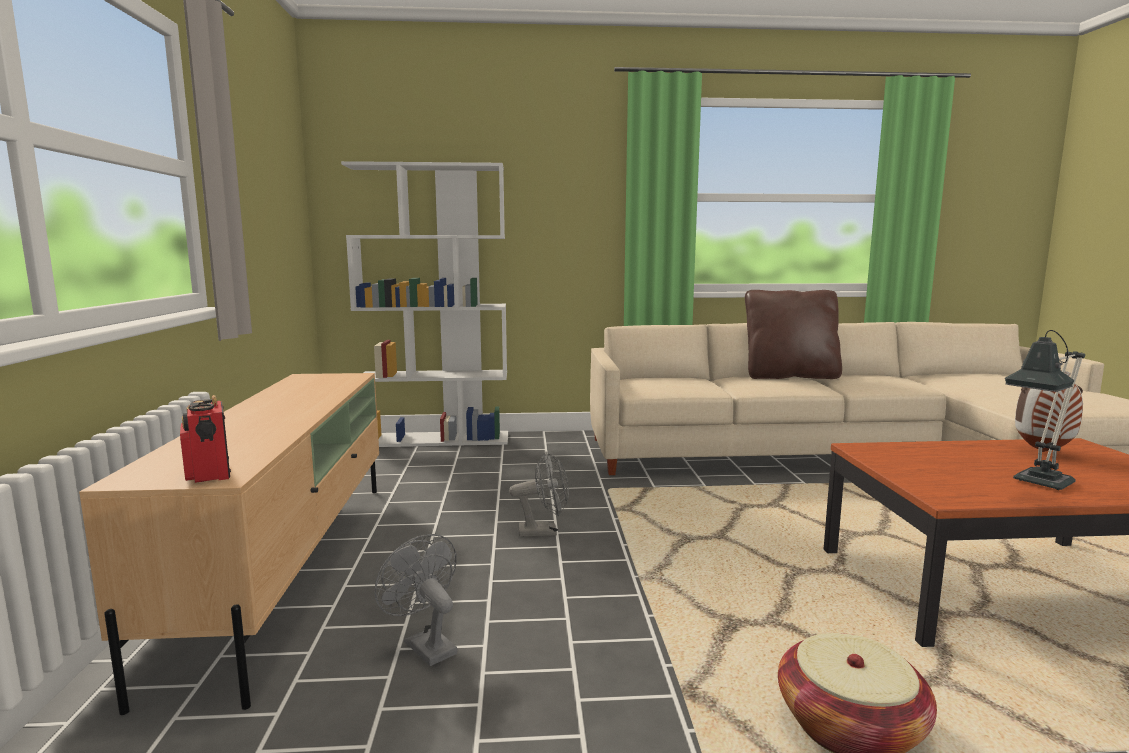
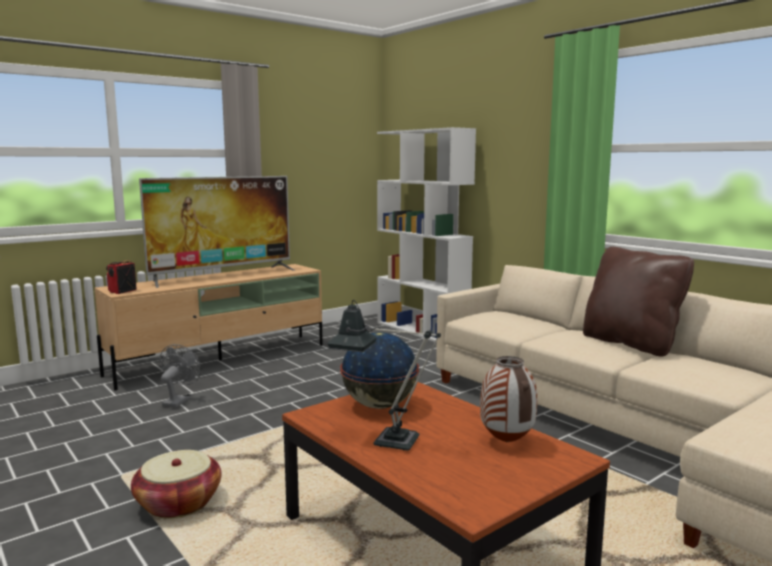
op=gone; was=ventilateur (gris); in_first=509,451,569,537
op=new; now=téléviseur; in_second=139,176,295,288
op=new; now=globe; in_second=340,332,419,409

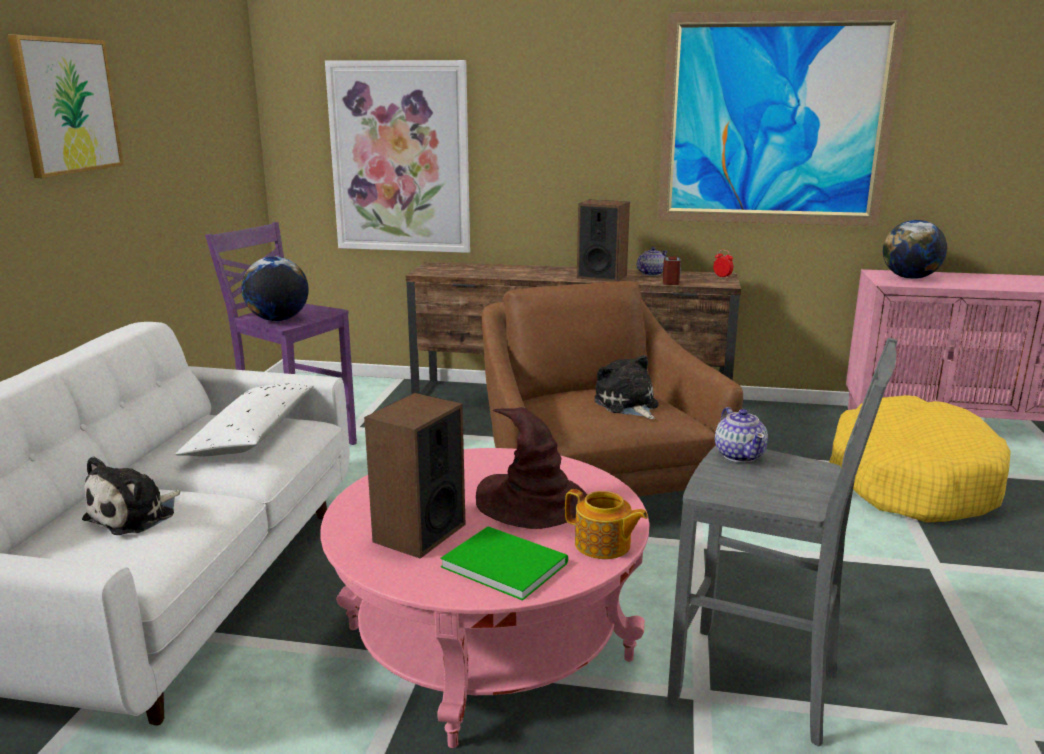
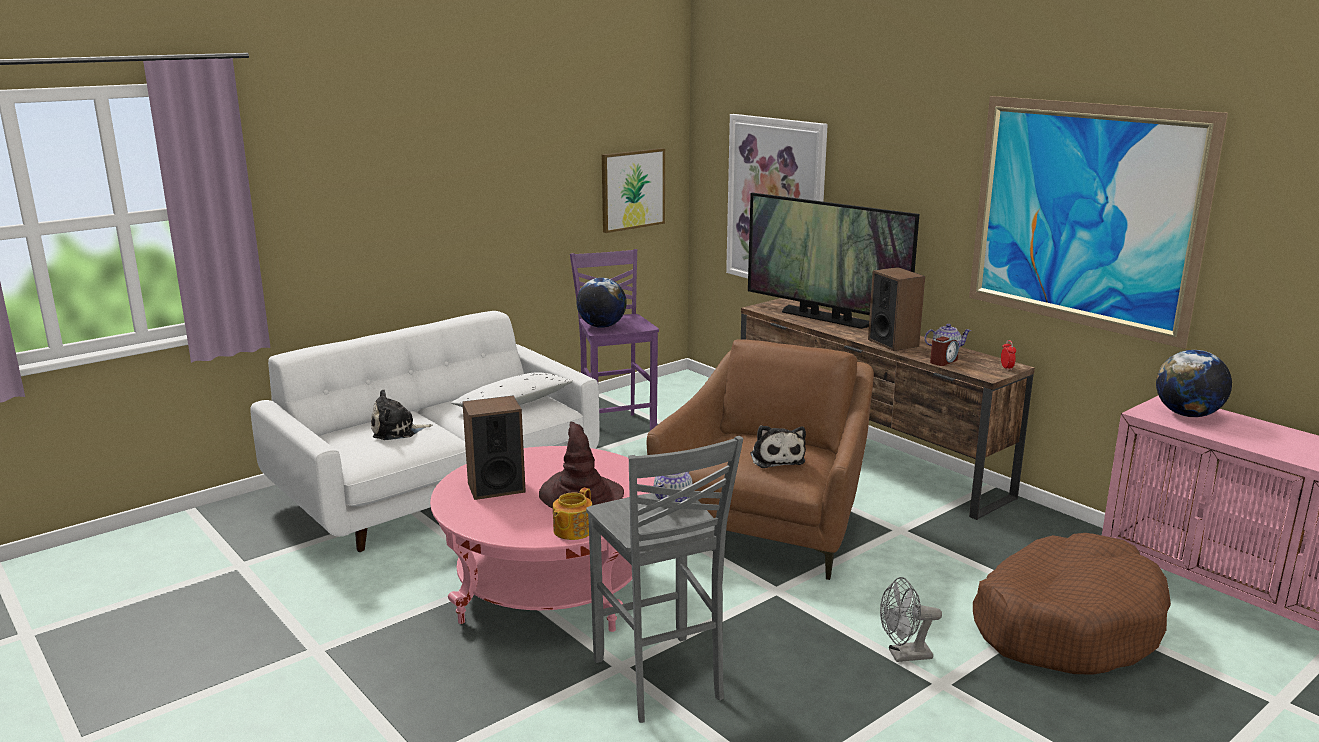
op=shifted; was=tableau; in_first=8,34,124,178; in_second=602,148,665,233
op=rotated; was=peluche; in_first=595,355,659,419; in_second=750,425,806,468; clockwise=150
op=repainted; was=panier pour chien (jaune); now=panier pour chien (marron); in_first=829,395,1011,523; in_second=973,533,1171,675
op=rotated; was=théière; in_first=565,489,648,559; in_second=553,488,592,540; clockwise=45
op=gone; was=livre (vert); in_first=440,526,568,601
op=new; now=téléviseur; in_second=748,193,919,329
op=new; now=ventilateur (gris); in_second=880,577,942,662

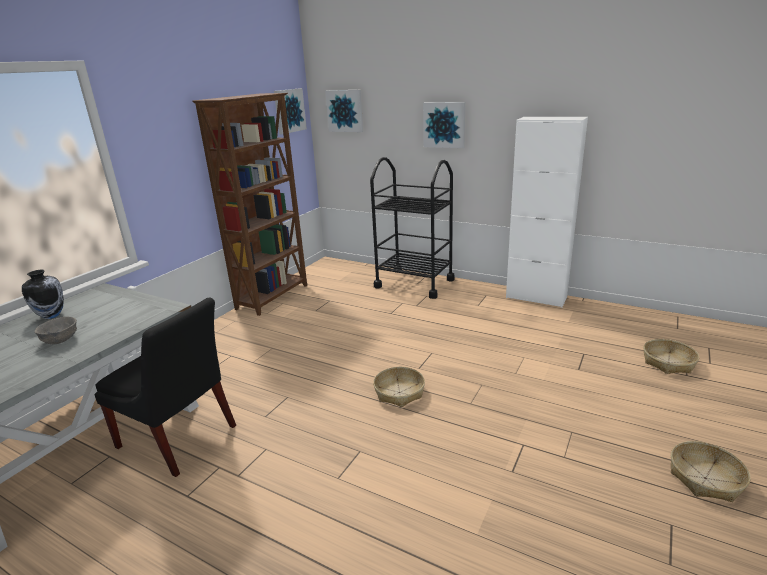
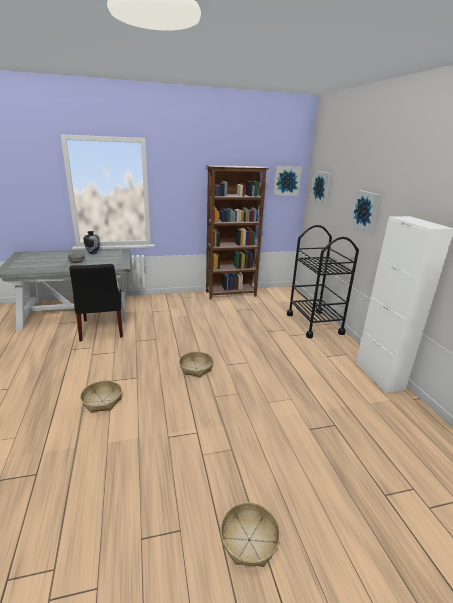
op=shifted; was=panier; in_first=643,339,699,374; in_second=80,380,122,413

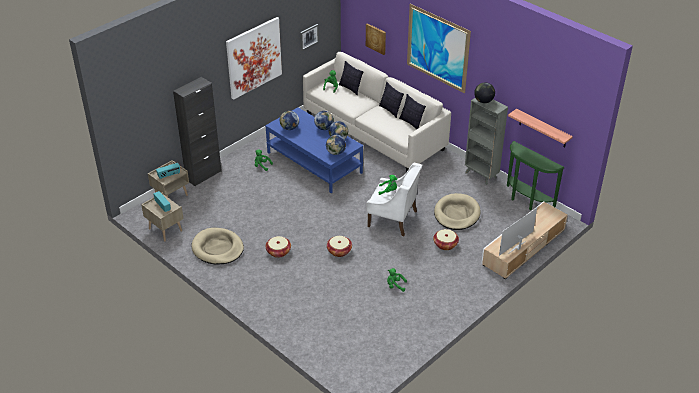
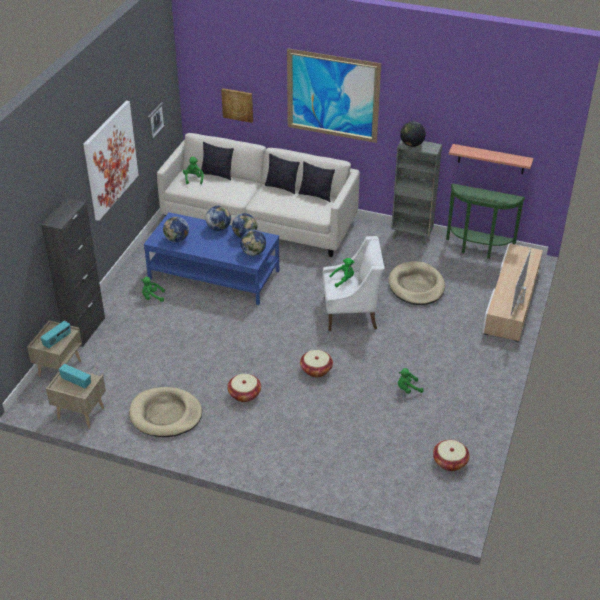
op=shifted; was=panier; in_first=433,229,459,250; in_second=433,440,470,471

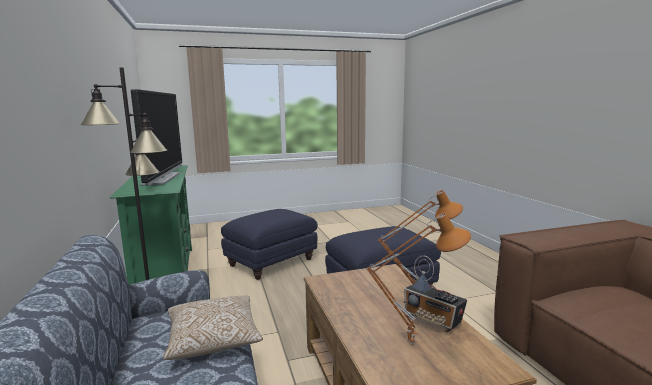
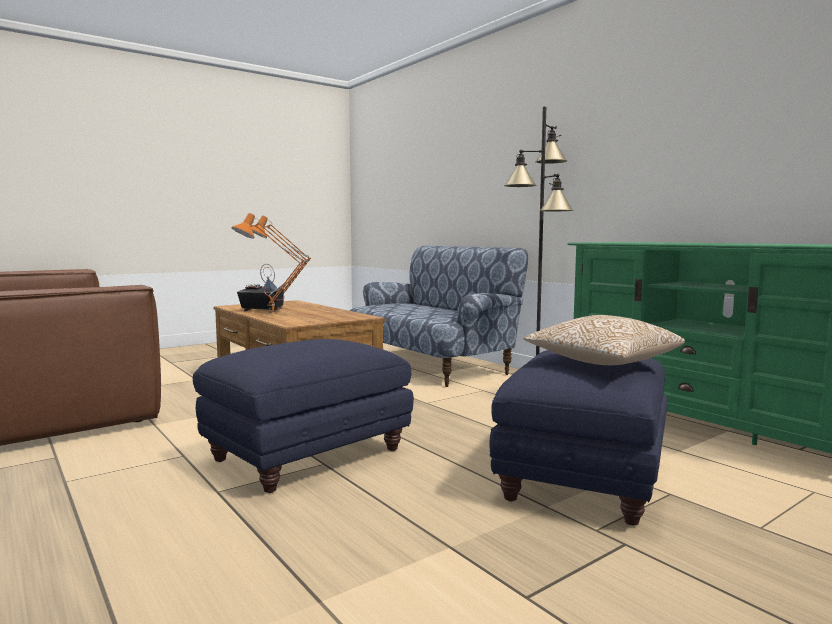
op=gone; was=téléviseur; in_first=131,89,182,186
op=shifted; was=coussin; in_first=163,296,263,360; in_second=524,315,685,365

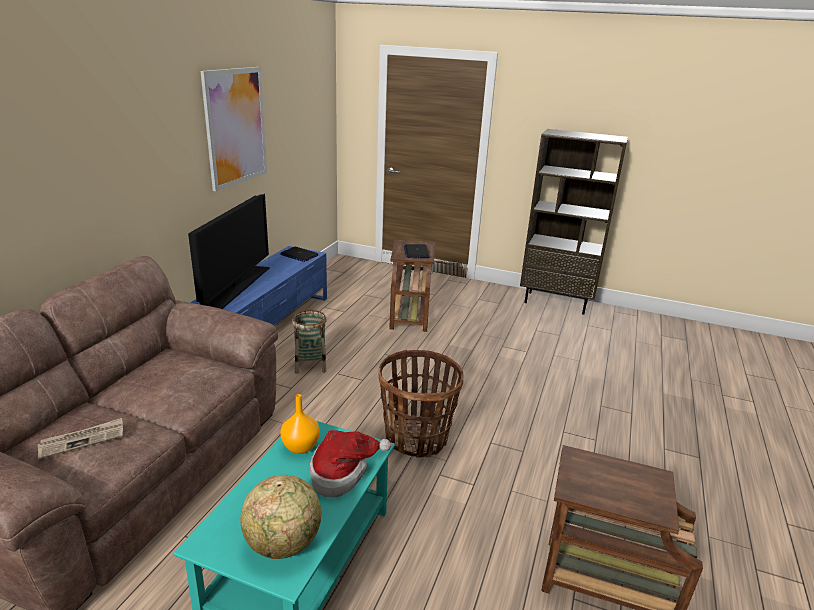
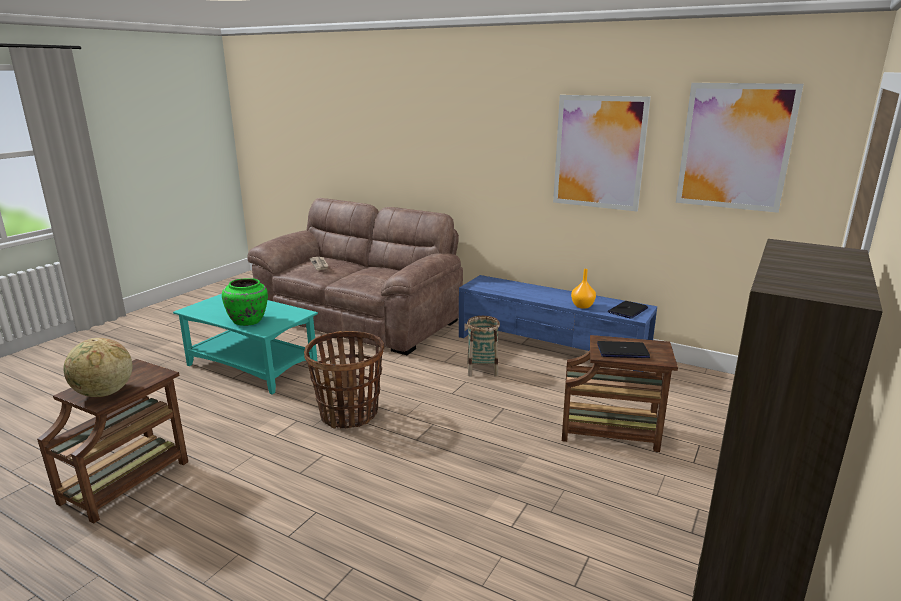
op=gone; was=téléviseur; in_first=188,194,270,309
op=shifted; was=vase (orange); in_first=280,394,320,454; in_second=571,269,596,309
op=swapped; was=chapeau; now=vase (vert); in_first=310,430,391,497; in_second=222,278,268,326
op=shifted; was=globe; in_first=240,475,321,559; in_second=64,338,132,397
op=new; now=tableau; in_second=676,83,804,213

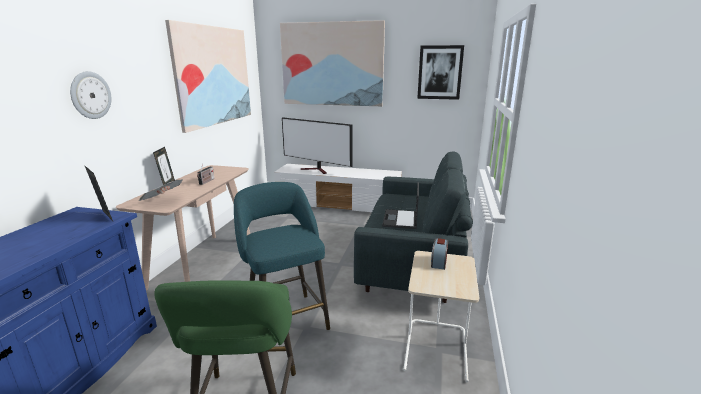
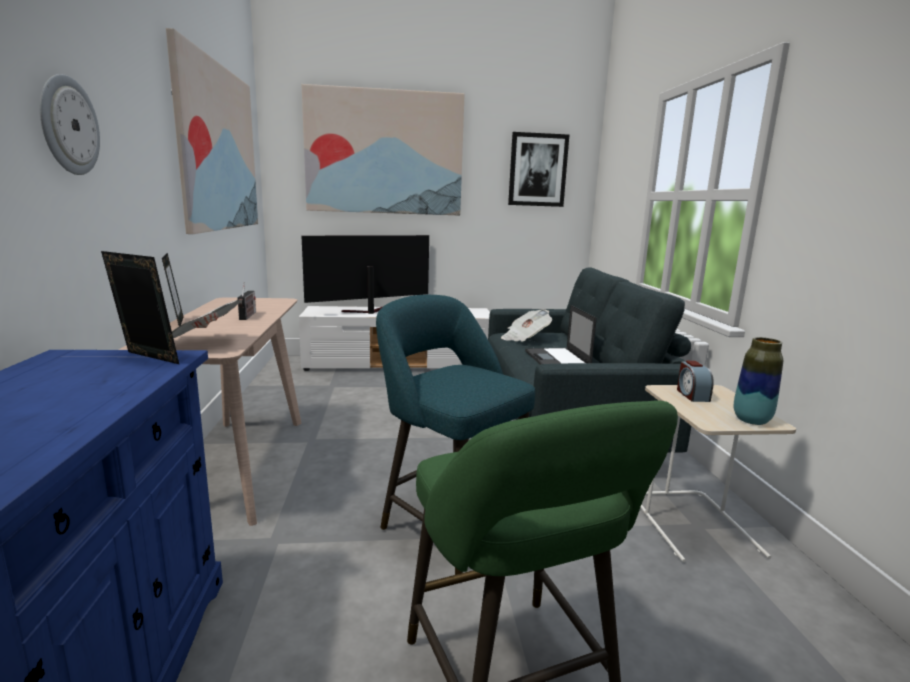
op=rotated; was=téléviseur; in_first=282,117,353,174; in_second=302,235,429,314; clockwise=135
op=new; now=journal; in_second=501,309,552,342
op=new; now=vase; in_second=734,337,783,425

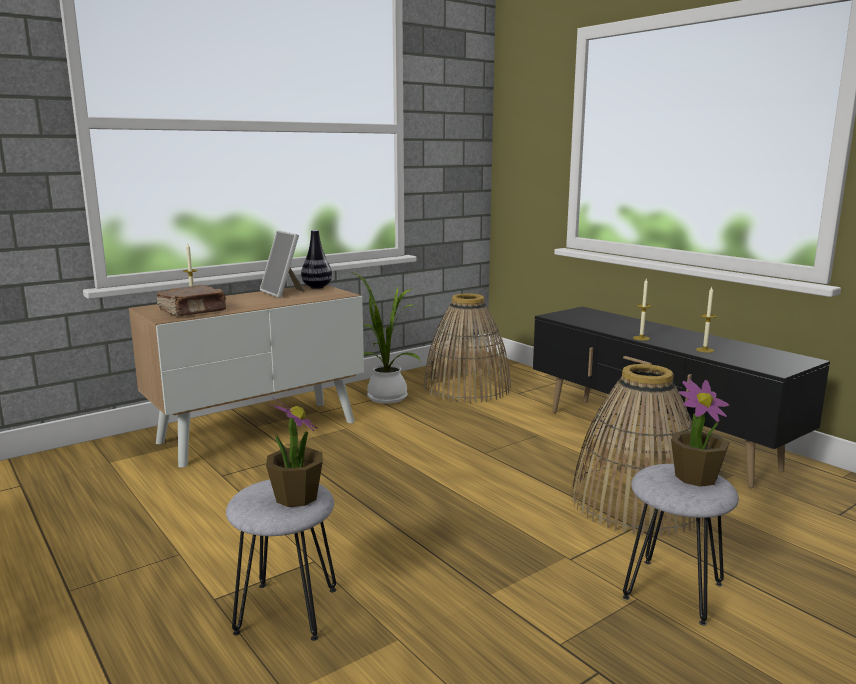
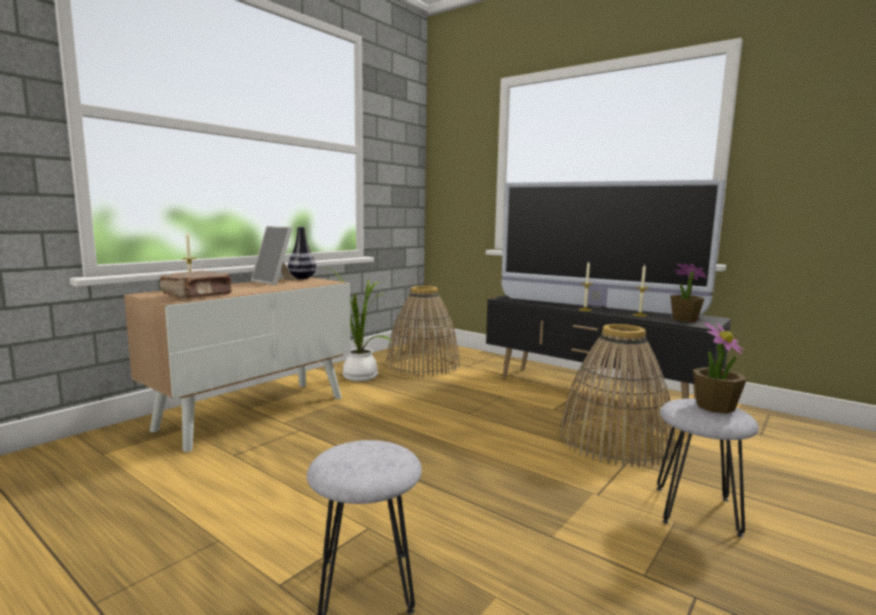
op=shifted; was=plante en pot; in_first=266,398,323,507; in_second=670,263,708,322
op=new; now=téléviseur; in_second=502,180,726,315

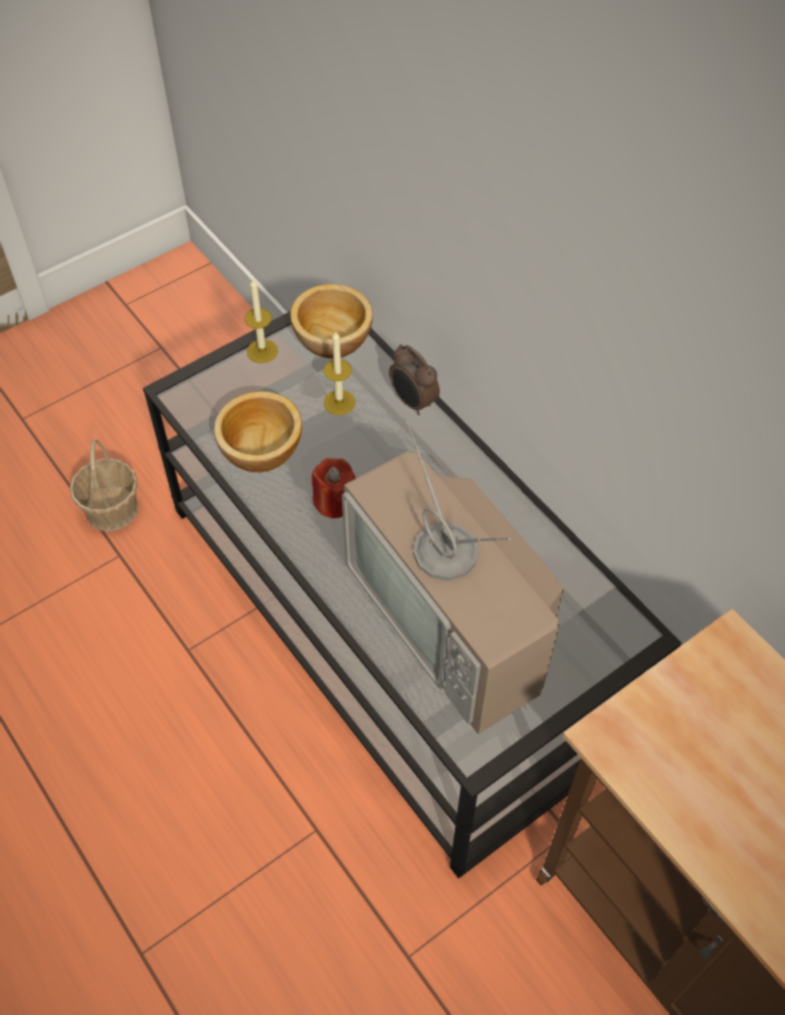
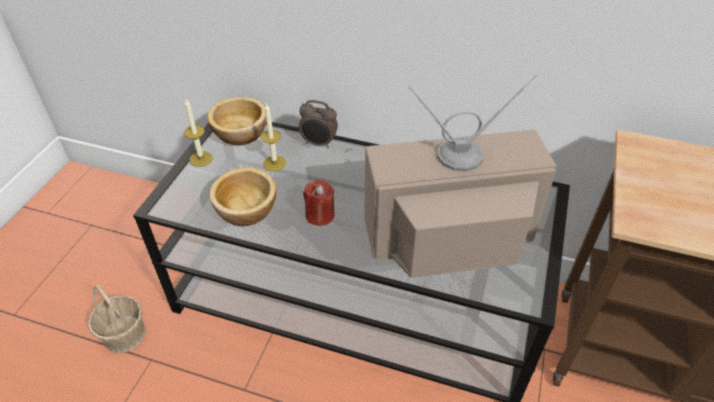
op=rotated; was=téléviseur; in_first=342,417,564,734; in_second=364,75,557,278; clockwise=150

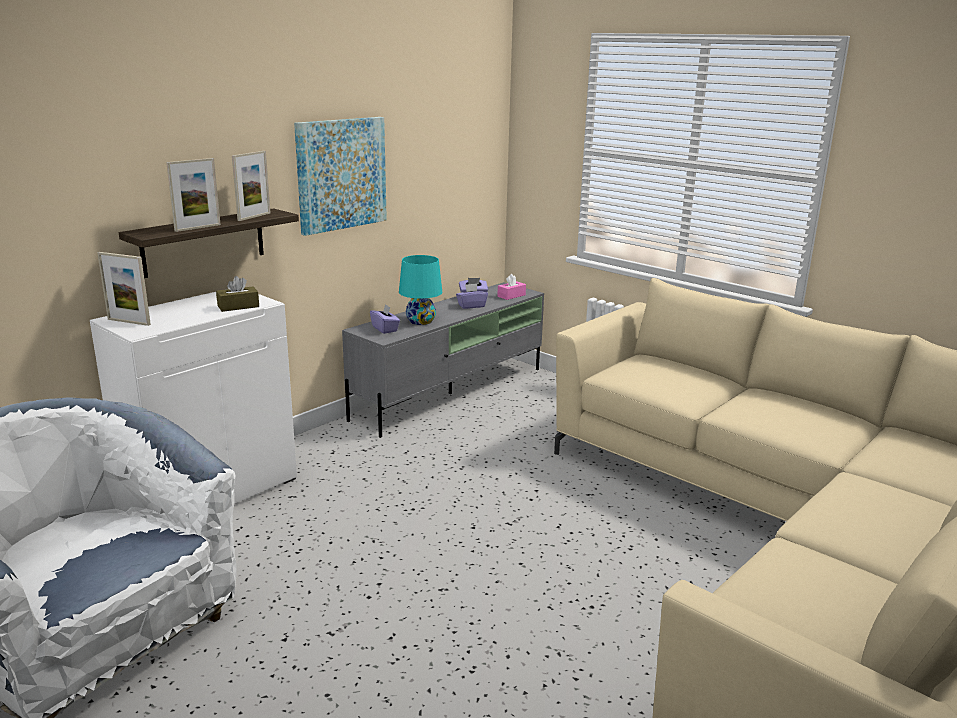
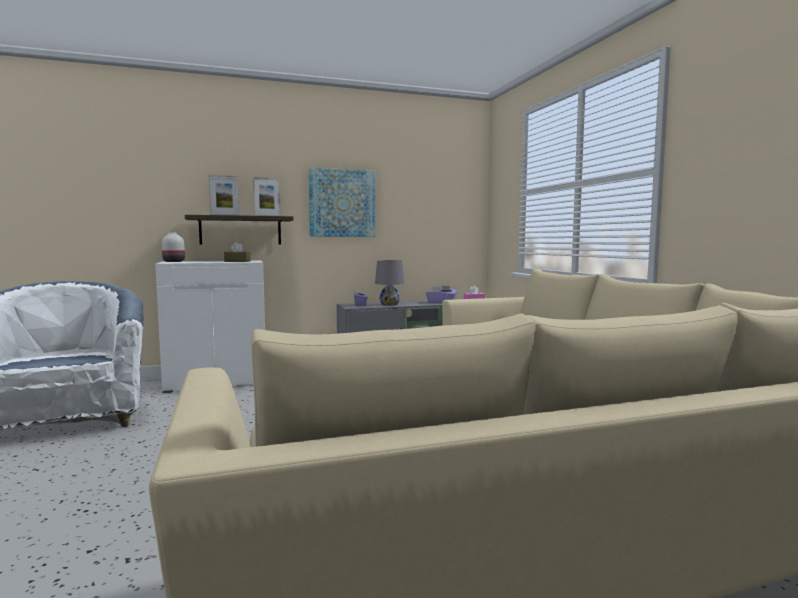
op=swapped; was=cadre photo; now=vase (blanc); in_first=97,252,151,326; in_second=162,232,185,262
op=repainted; was=lampe de table (turquoise); now=lampe de table (gris); in_first=399,255,443,325; in_second=375,260,405,306

